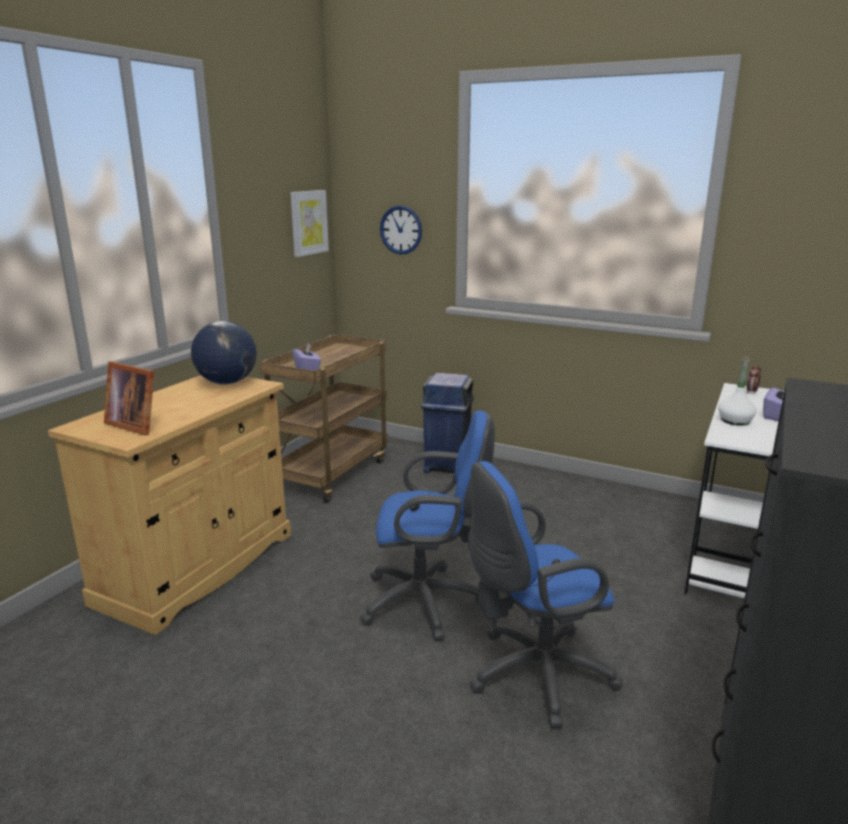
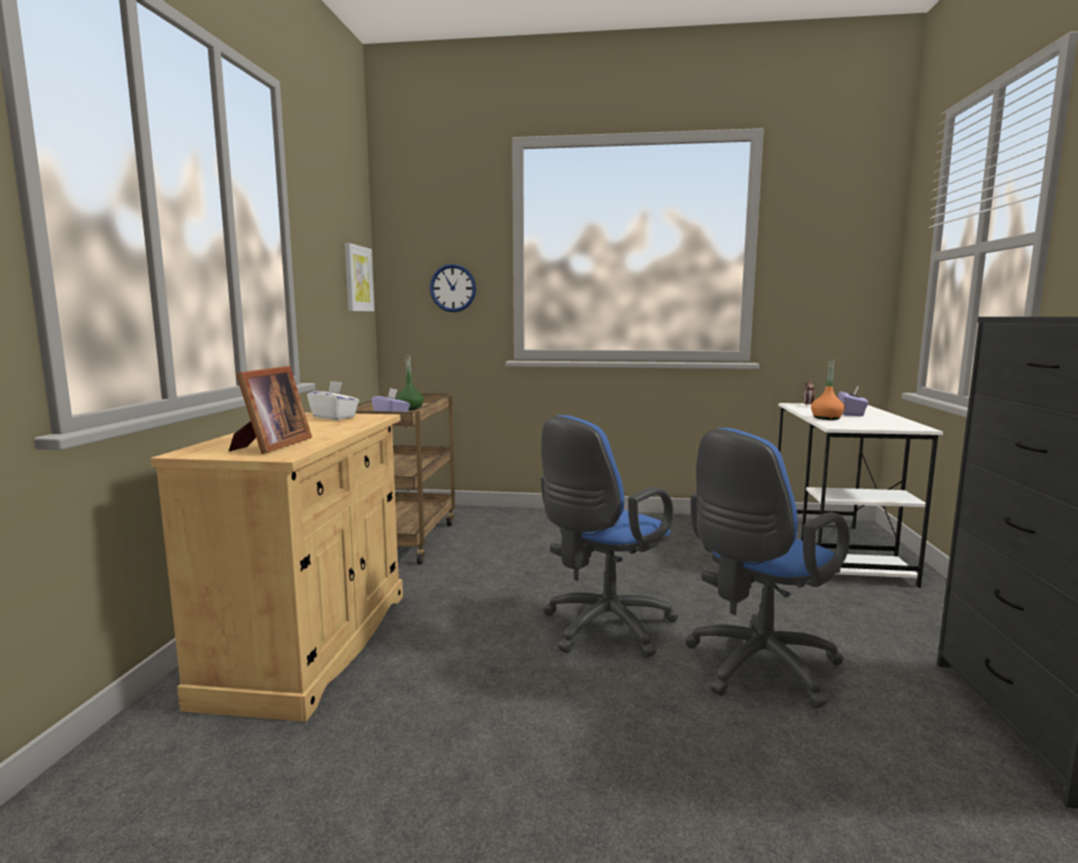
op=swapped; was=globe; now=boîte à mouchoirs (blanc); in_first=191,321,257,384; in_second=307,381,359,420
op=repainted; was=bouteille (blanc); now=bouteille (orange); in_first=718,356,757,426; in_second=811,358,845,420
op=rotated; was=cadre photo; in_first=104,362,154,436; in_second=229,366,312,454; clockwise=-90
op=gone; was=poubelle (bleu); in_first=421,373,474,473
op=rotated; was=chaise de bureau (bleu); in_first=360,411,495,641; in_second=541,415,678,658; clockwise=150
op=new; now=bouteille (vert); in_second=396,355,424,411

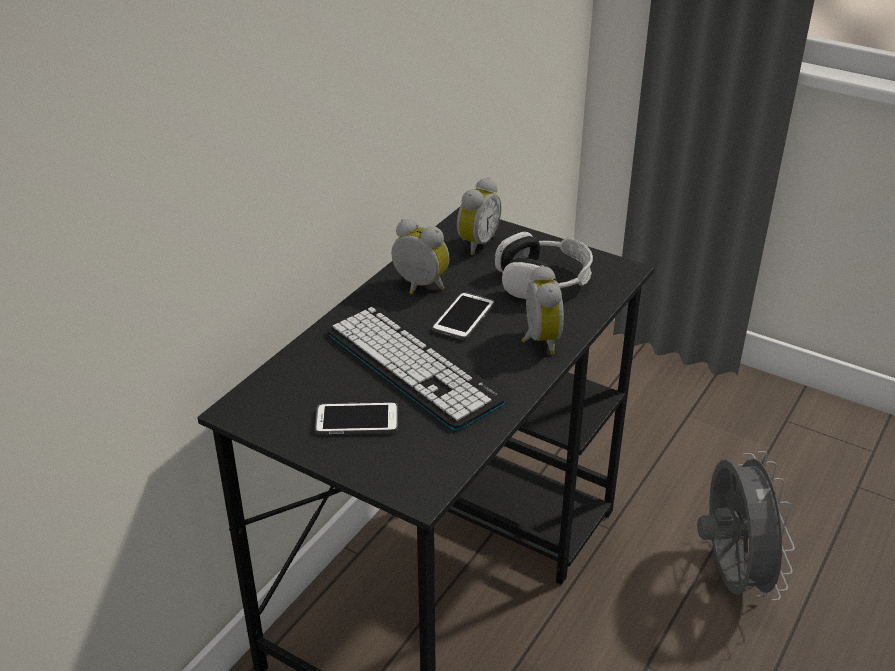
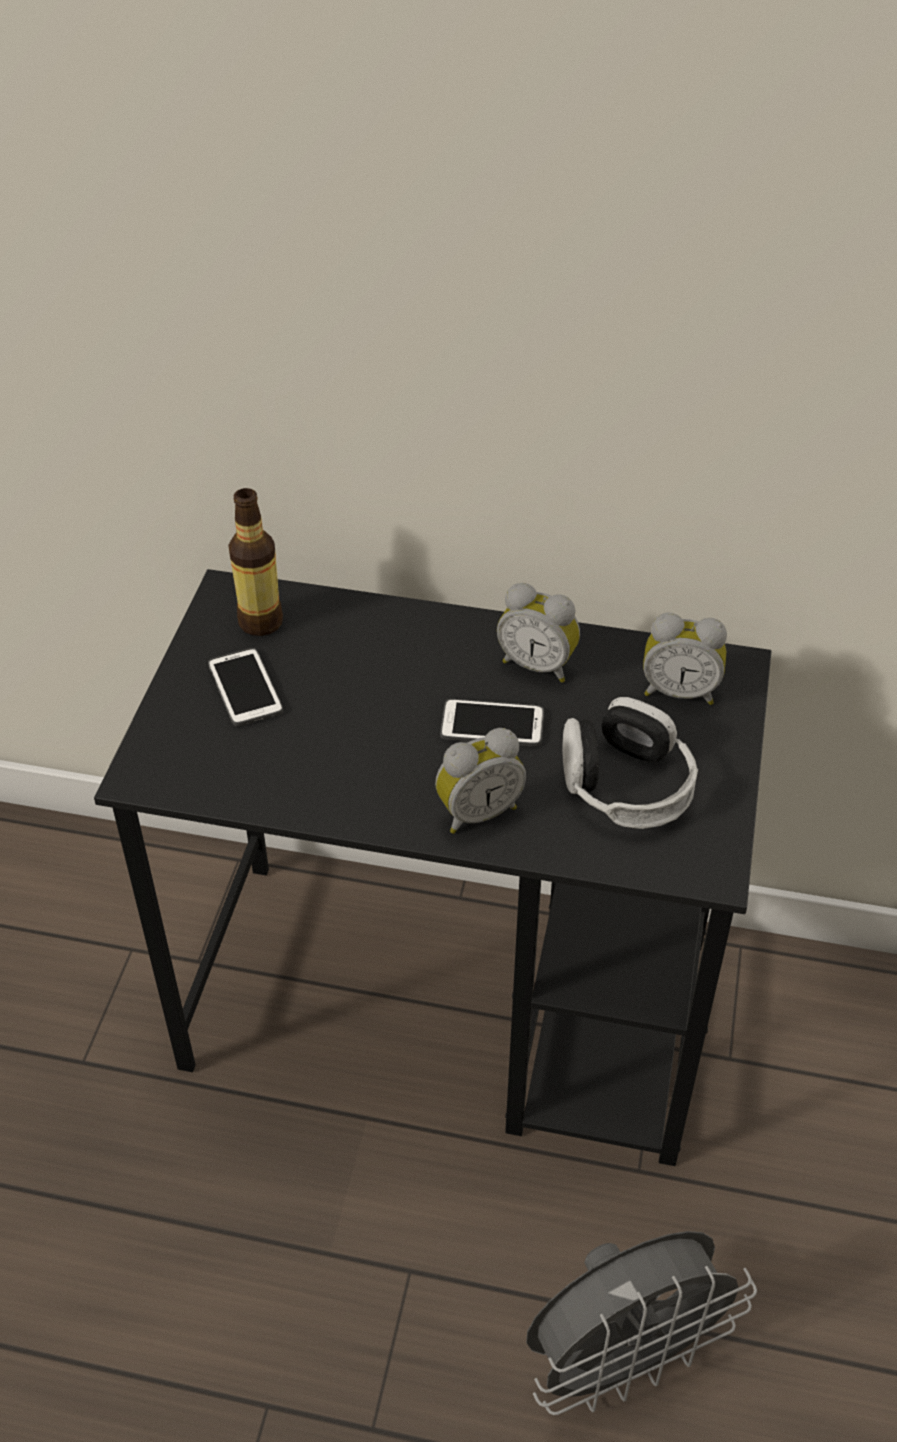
op=rotated; was=réveil; in_first=391,219,450,294; in_second=497,583,580,683; clockwise=105
op=gone; was=clavier; in_first=327,306,506,430
op=new; now=bouteille; in_second=228,488,283,636

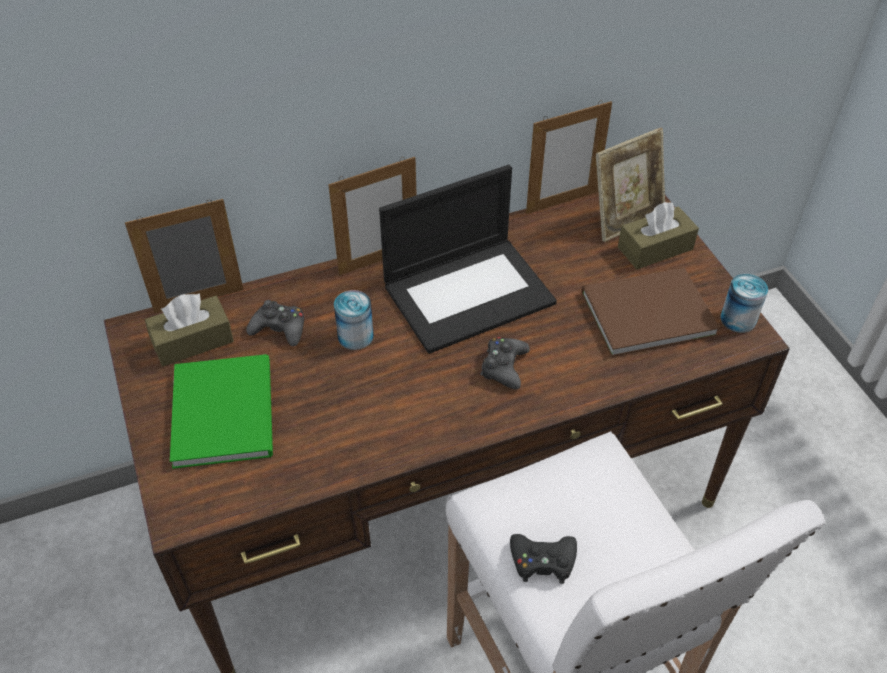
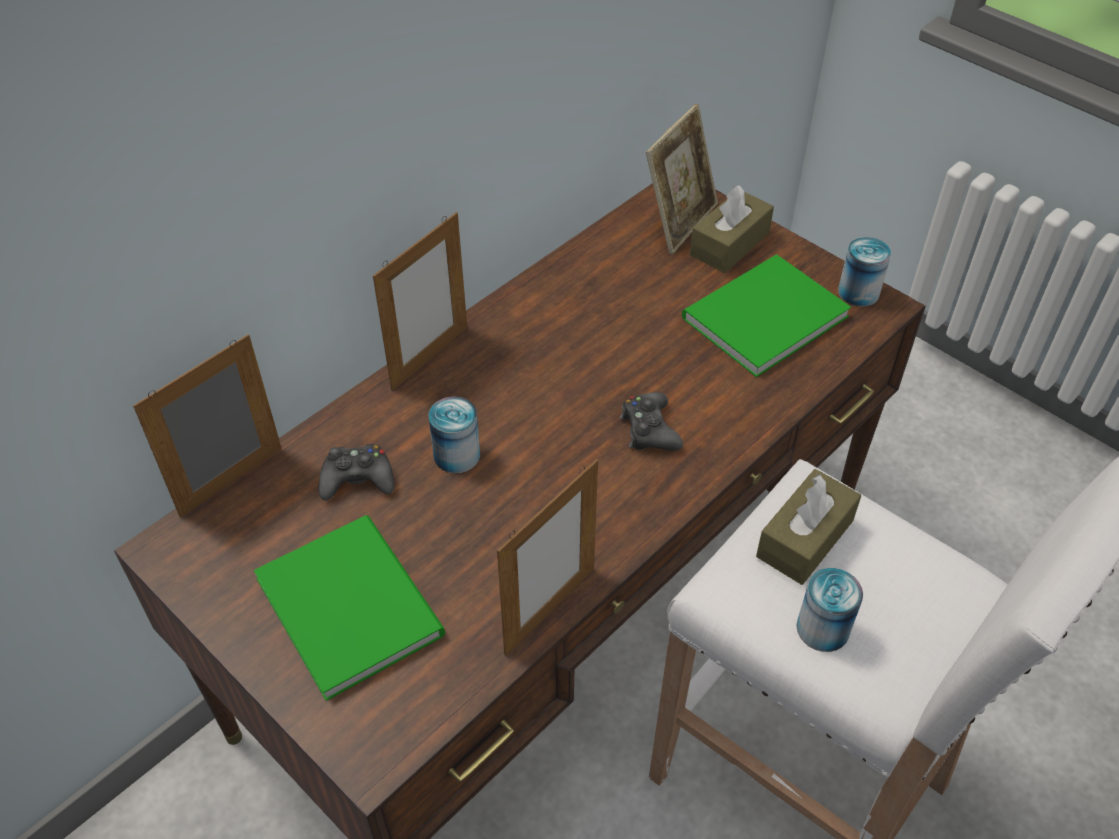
op=shifted; was=cadre photo; in_first=526,101,612,214; in_second=497,459,598,656
op=gone; was=ordinateur portable; in_first=379,165,557,354
op=repainted; was=livre (marron); now=livre (vert); in_first=581,268,720,357; in_second=682,254,851,377
op=shifted; was=boîte à mouchoirs (marron); in_first=145,293,234,366; in_second=756,469,861,585
op=swapped; was=manette (noir); now=boîte métallique; in_first=510,534,577,584; in_second=797,568,863,652

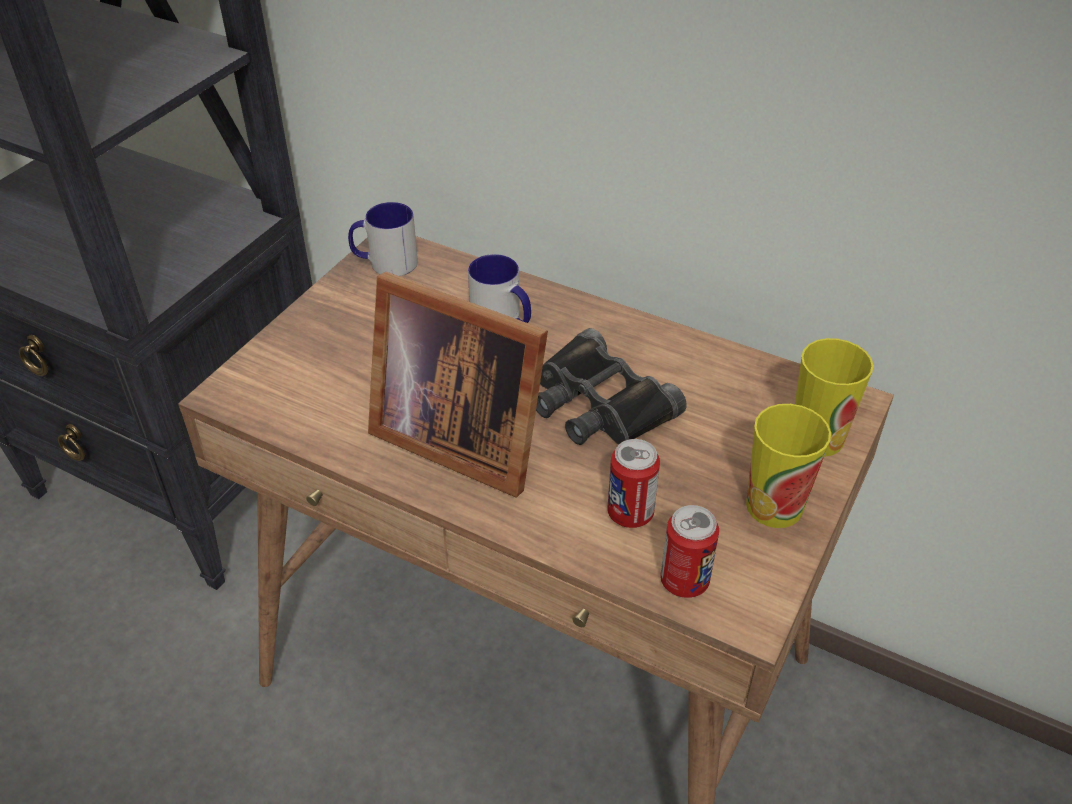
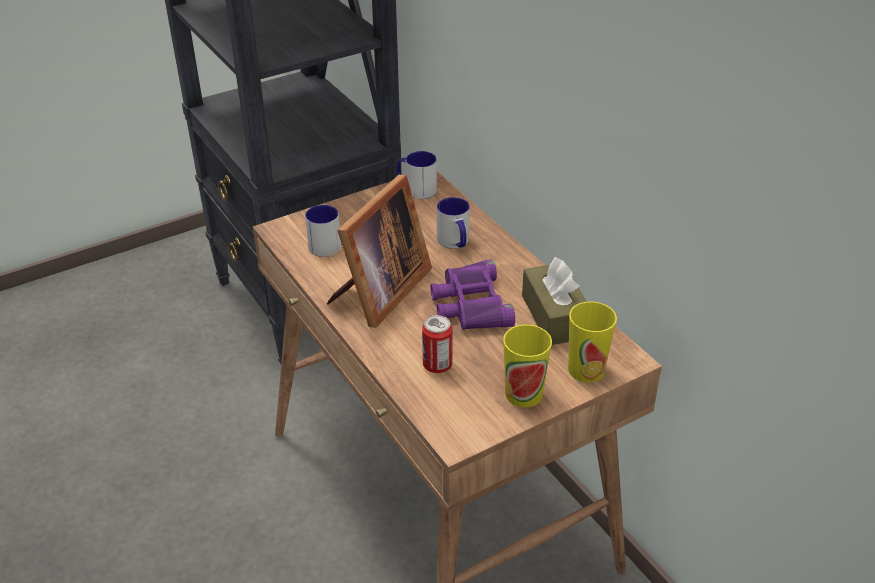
op=rotated; was=cadre photo; in_first=368,272,548,497; in_second=327,174,432,328; clockwise=-120
op=repainted; was=jumelles (noir); now=jumelles (violet); in_first=536,328,686,445; in_second=430,259,515,330
op=gone; was=boîte métallique; in_first=660,505,719,598
op=new; now=mug; in_second=305,205,341,257
op=new; now=boîte à mouchoirs (marron); in_second=522,257,587,345

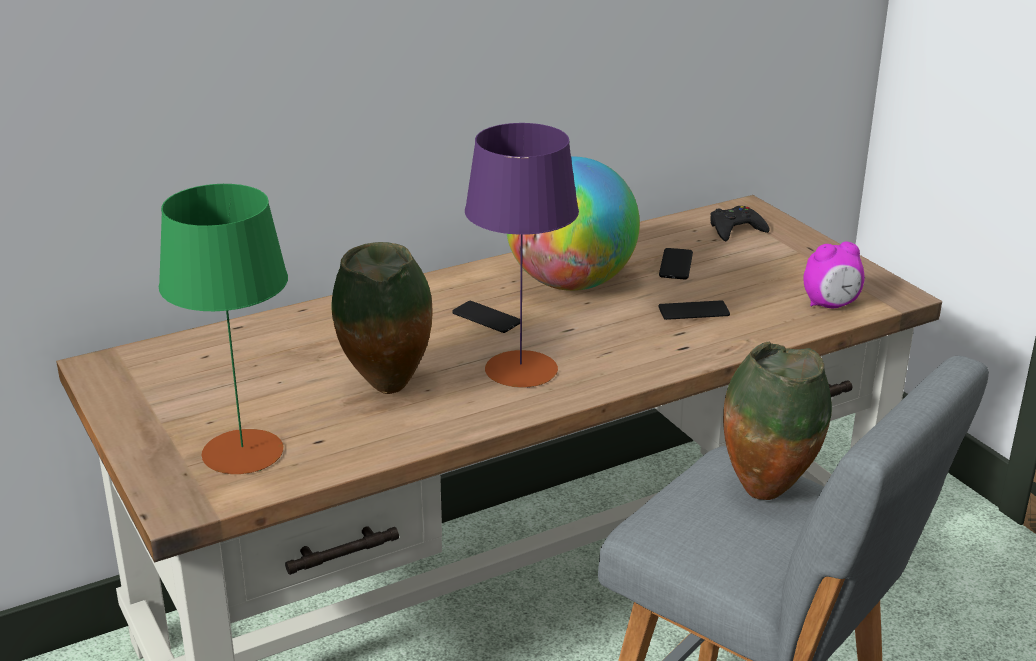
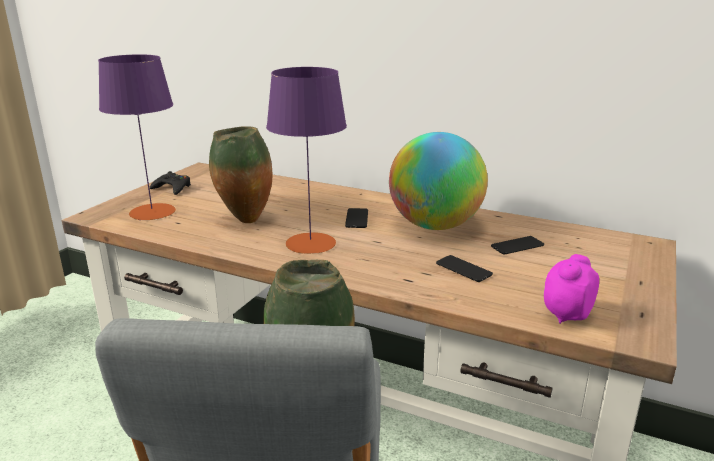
op=repainted; was=lampe de table (vert); now=lampe de table (violet); in_first=159,184,288,474; in_second=98,54,176,220
op=shifted; was=manette (noir); in_first=710,206,770,241; in_second=150,171,191,195
op=rotated; was=réveil; in_first=803,242,865,308; in_second=544,254,599,324; clockwise=90

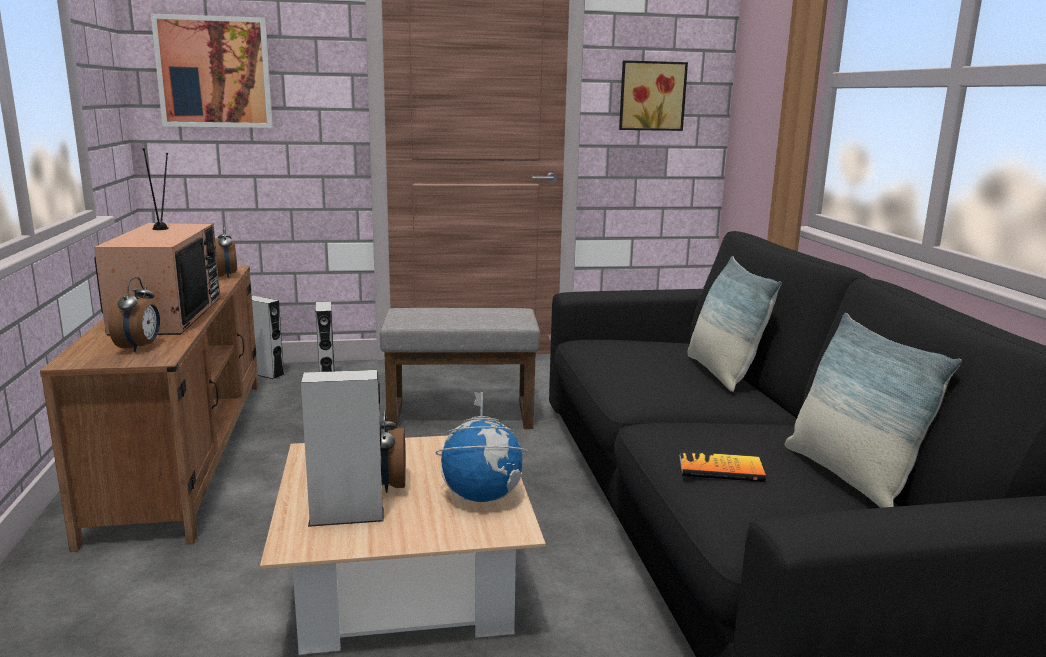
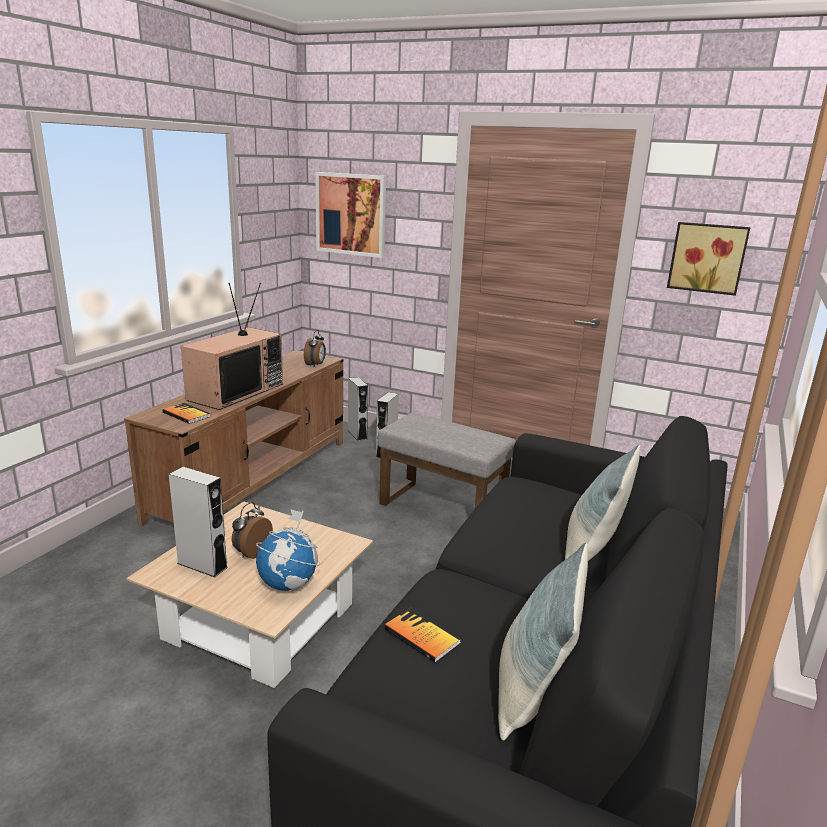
op=swapped; was=réveil; now=livre; in_first=108,277,160,352; in_second=162,403,210,424

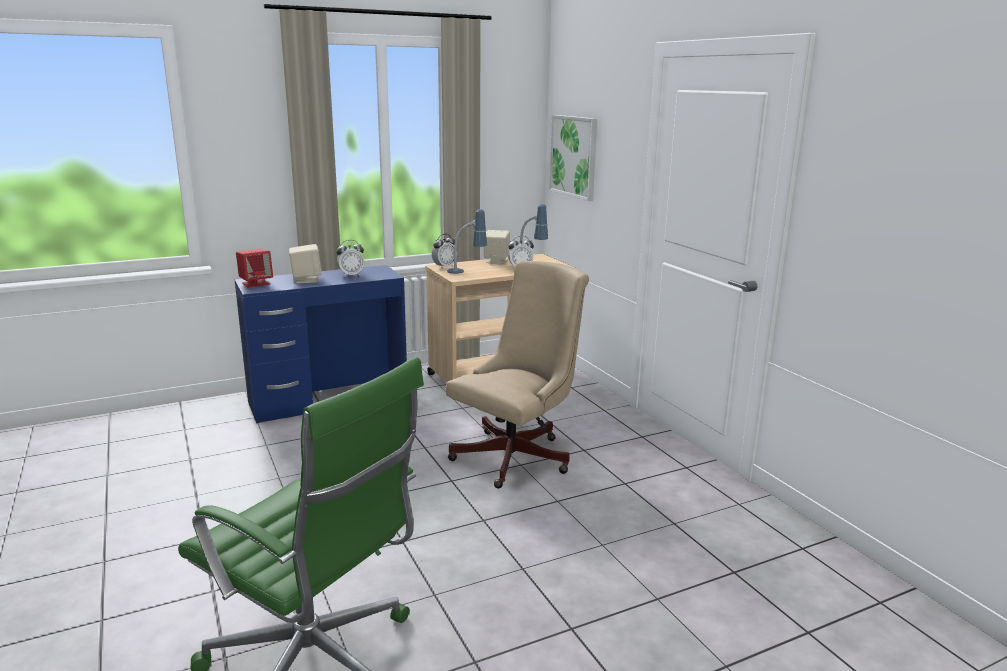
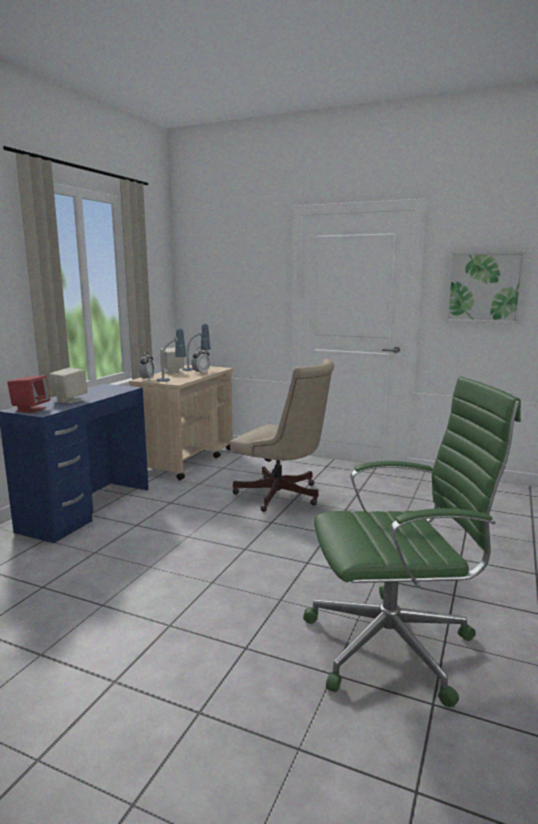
op=shifted; was=tableau; in_first=549,115,597,201; in_second=445,251,526,324
op=gone; was=réveil; in_first=336,240,364,277
op=rotated; was=chaise de bureau (beige); in_first=446,260,589,489; in_second=230,359,334,512; clockwise=120

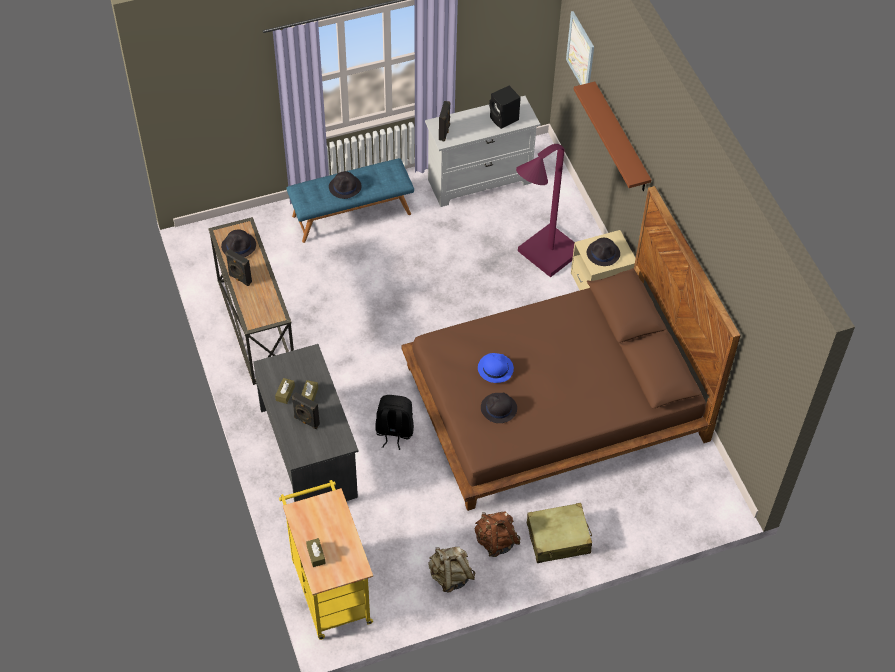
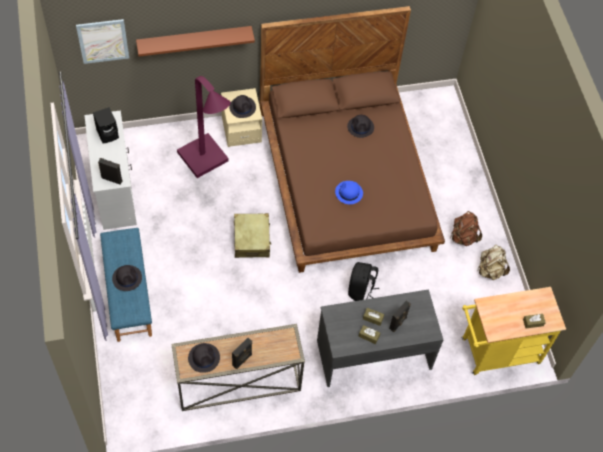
op=shifted; was=chapeau (noir); in_first=481,393,517,423; in_second=347,115,374,138
op=shifted; was=valise (beige); in_first=527,503,592,563; in_second=234,213,271,258

